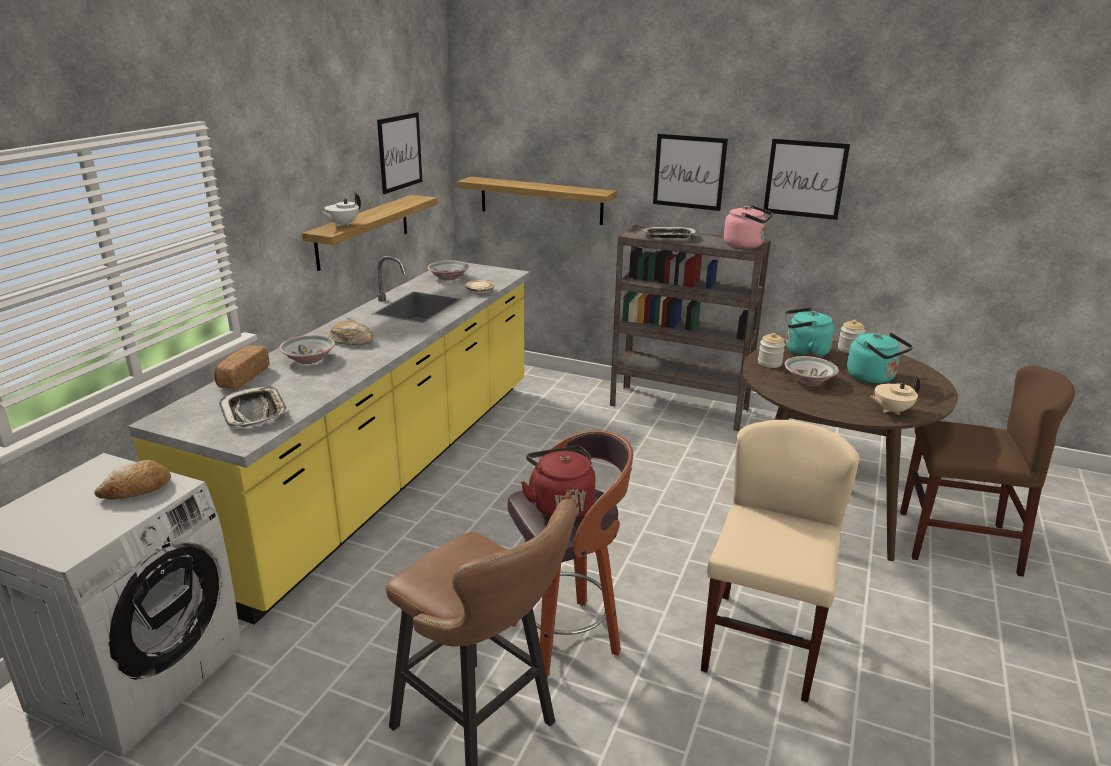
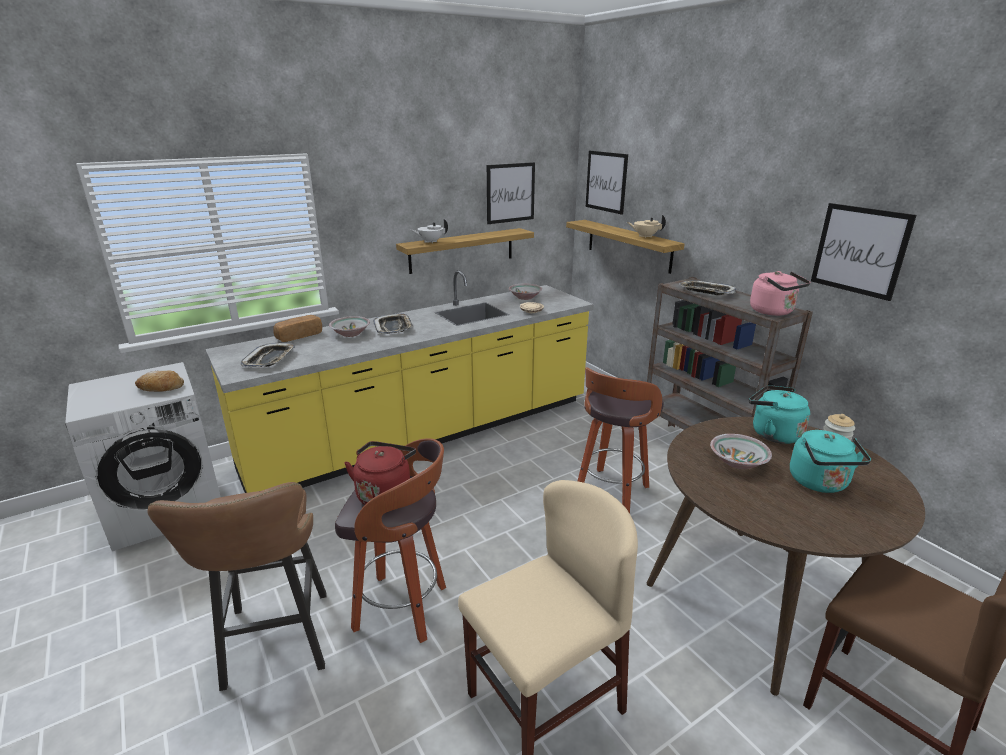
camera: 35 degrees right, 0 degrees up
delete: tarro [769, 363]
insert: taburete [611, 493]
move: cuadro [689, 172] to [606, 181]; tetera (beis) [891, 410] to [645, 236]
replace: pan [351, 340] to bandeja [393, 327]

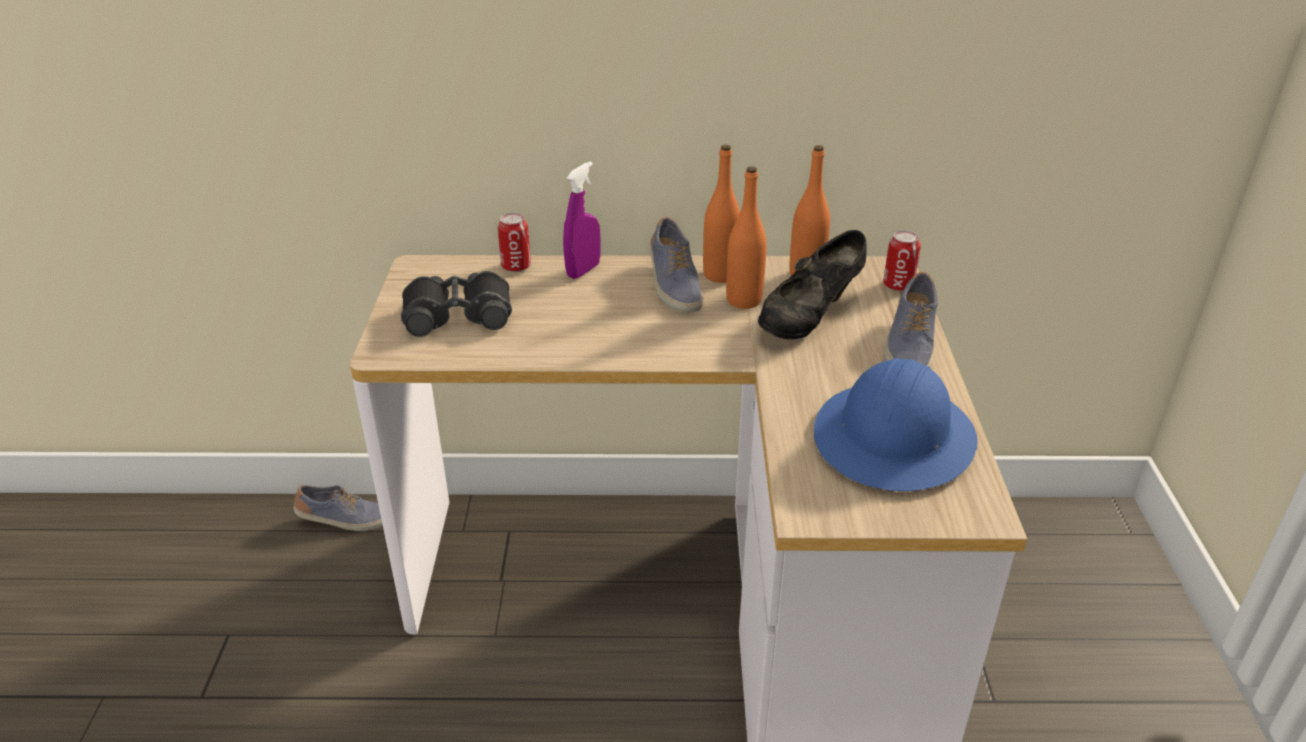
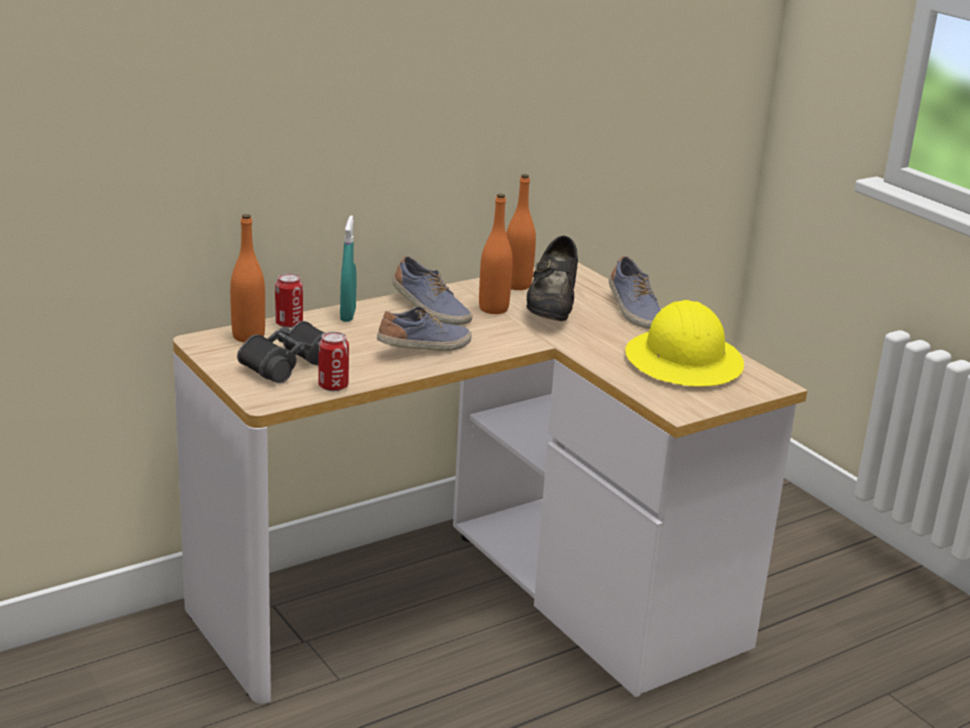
camera: 35 degrees left, 10 degrees down
move: botella (naranja) [720, 275] to [248, 337]; lata [898, 285] to [333, 386]; zapato [345, 520] to [425, 348]
recolor: pulverizador (morado) [583, 270] to pulverizador (turquesa) [348, 315]; casco (azul) [894, 439] to casco (amarillo) [684, 362]

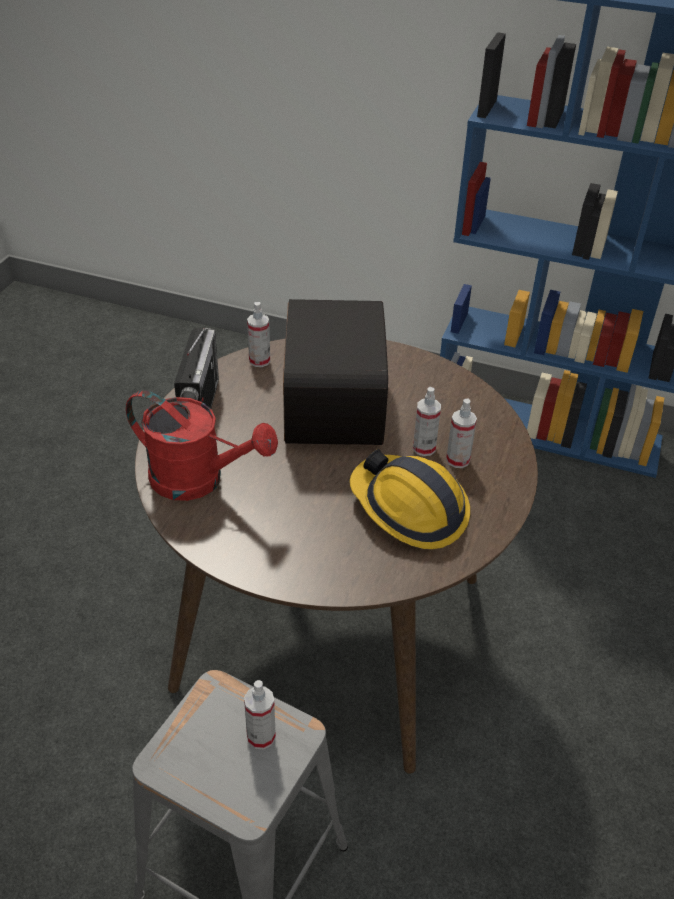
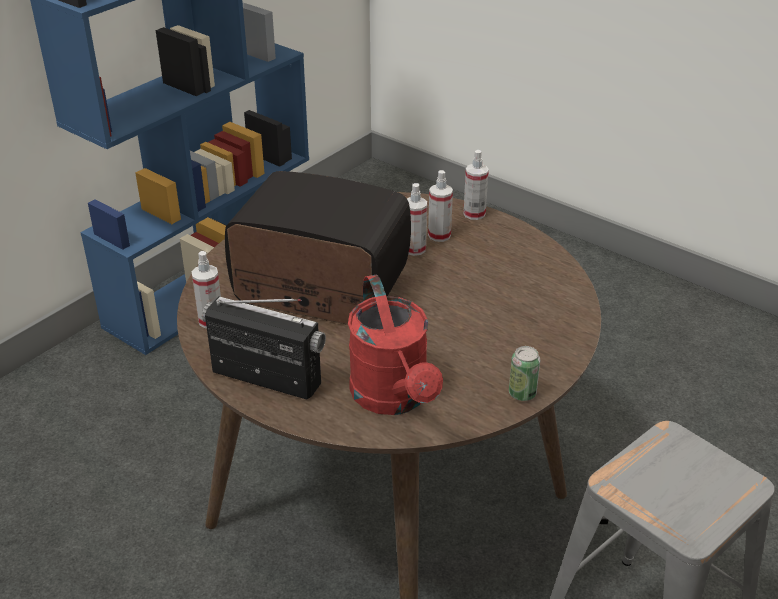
camera: 70 degrees left, 5 degrees down
delete: casco [409, 509]
insert: lata [522, 393]
move: pulverizador [261, 736] to [474, 214]
rotate: regadera (rojo) [199, 480] = [394, 398] 120 degrees clockwise

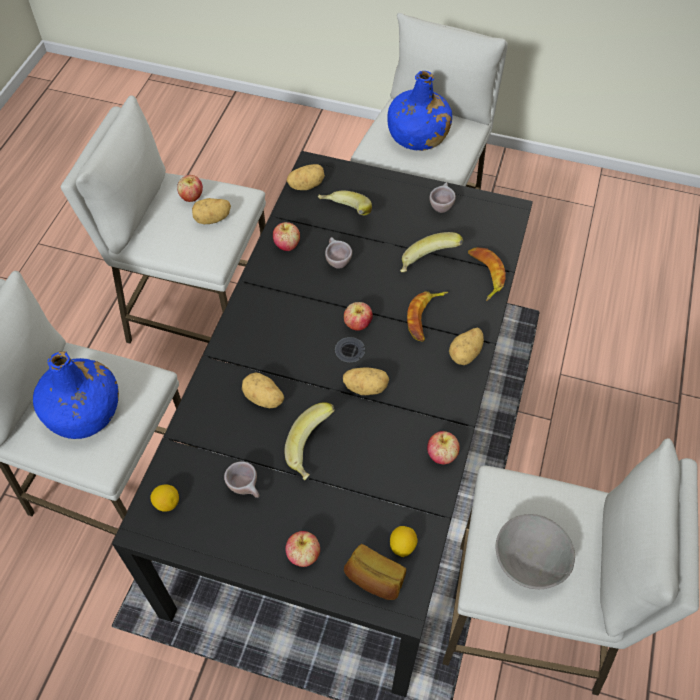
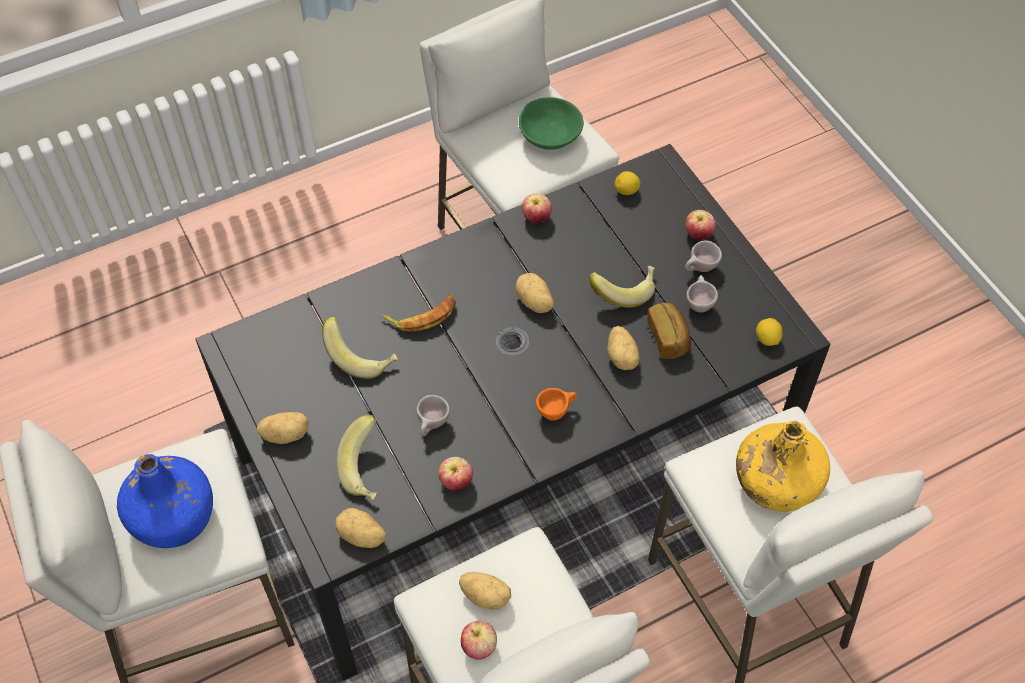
camera: 135 degrees left, 0 degrees up
delete: plátano [484, 275]; manzana [358, 324]
insert: taza (naranja) [556, 411]
move: taza (beis) [441, 206] to [700, 269]; patata [466, 354] to [286, 434]; pan [374, 579] to [668, 338]
recolor: botella (azul) [85, 412] to botella (amarillo) [776, 480]; cuenco (gris) [530, 560] to cuenco (verde) [550, 136]

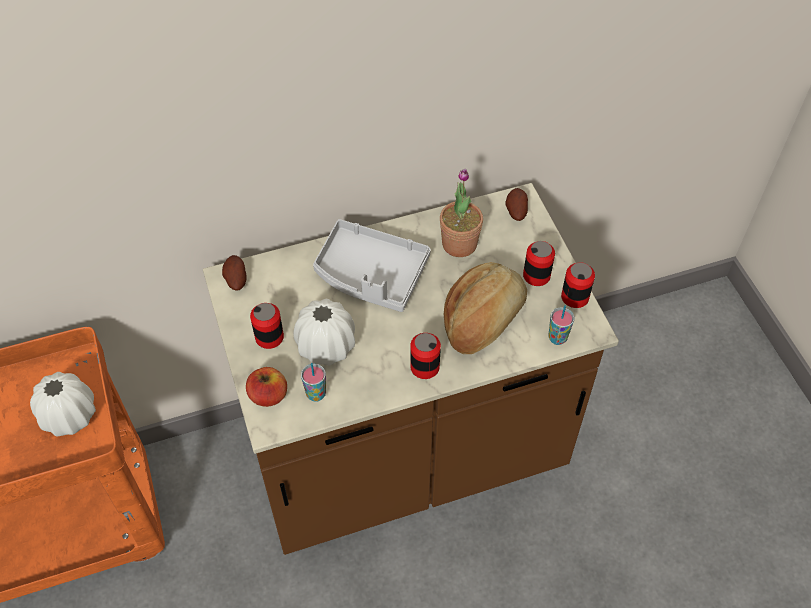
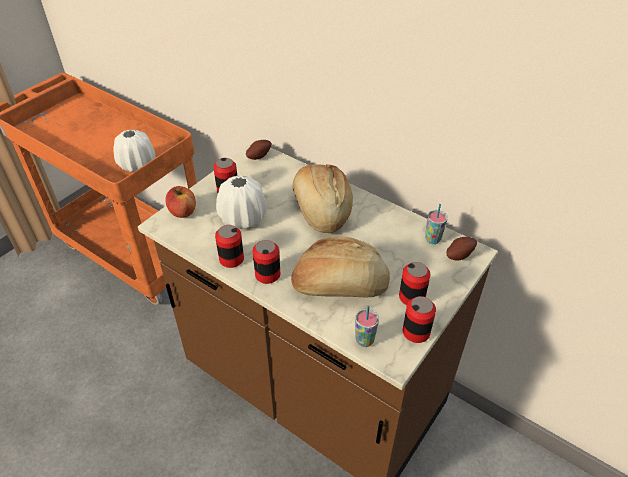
camera: 55 degrees right, 10 degrees down
delete: planta en maceta [459, 244]
insert: lata [231, 259]
move: taza [316, 394] to [432, 239]
replace: bandeja (gris) [370, 275] to pan [320, 209]

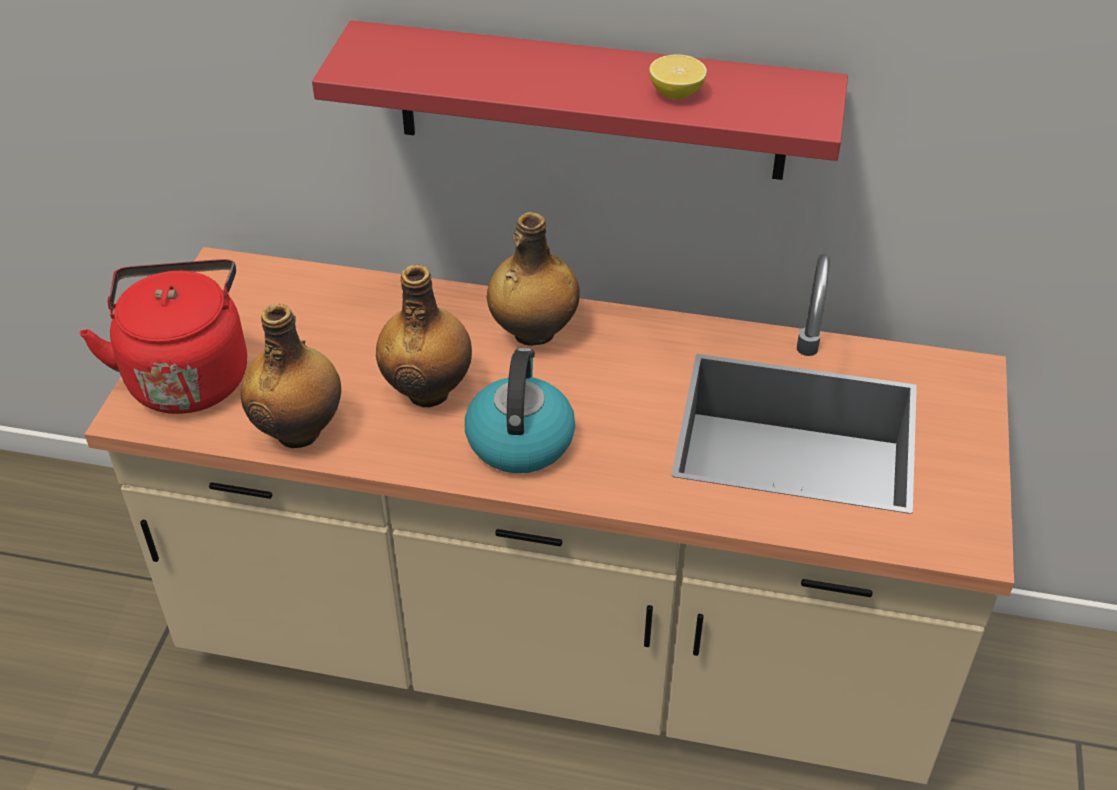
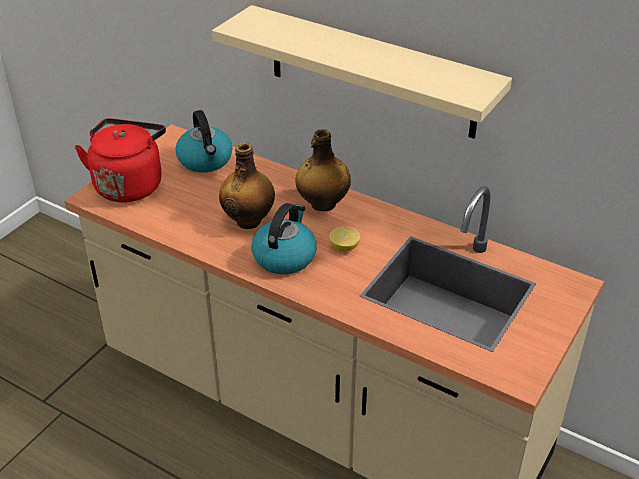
camera: 20 degrees right, 5 degrees down
delete: botella [300, 430]
insert: hervidor [205, 160]
move: limón [676, 93] to [344, 247]
recolor: estante (rojo) [591, 101] to estante (beis) [371, 72]

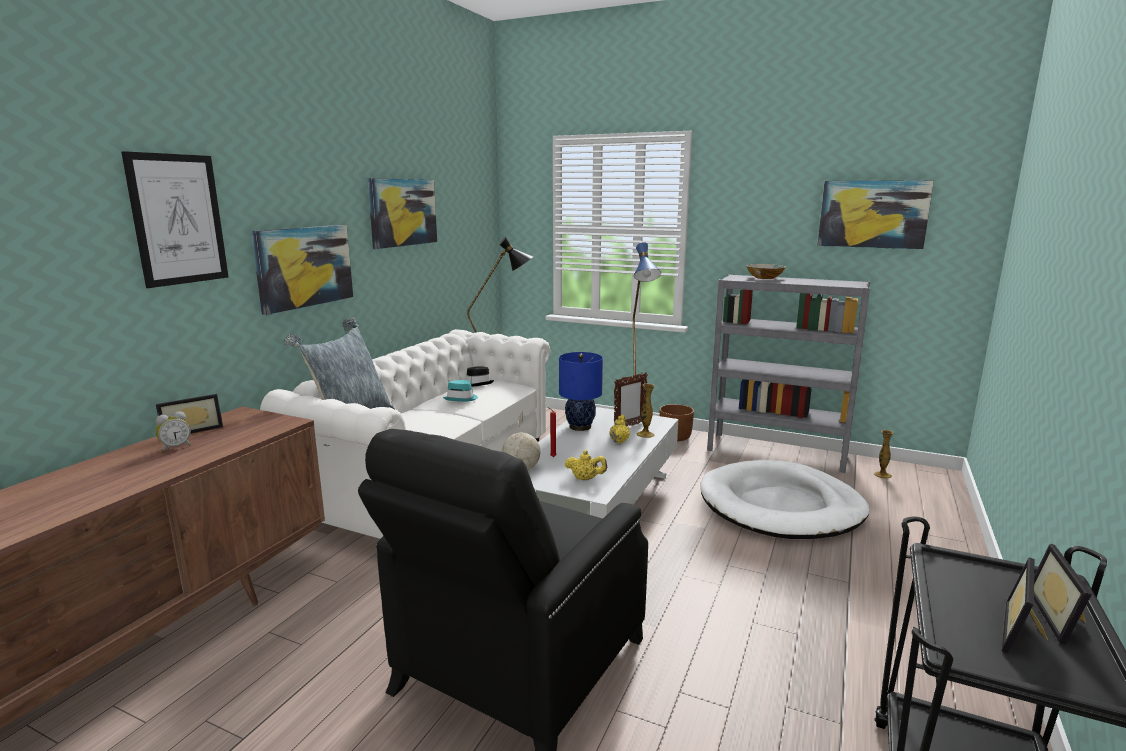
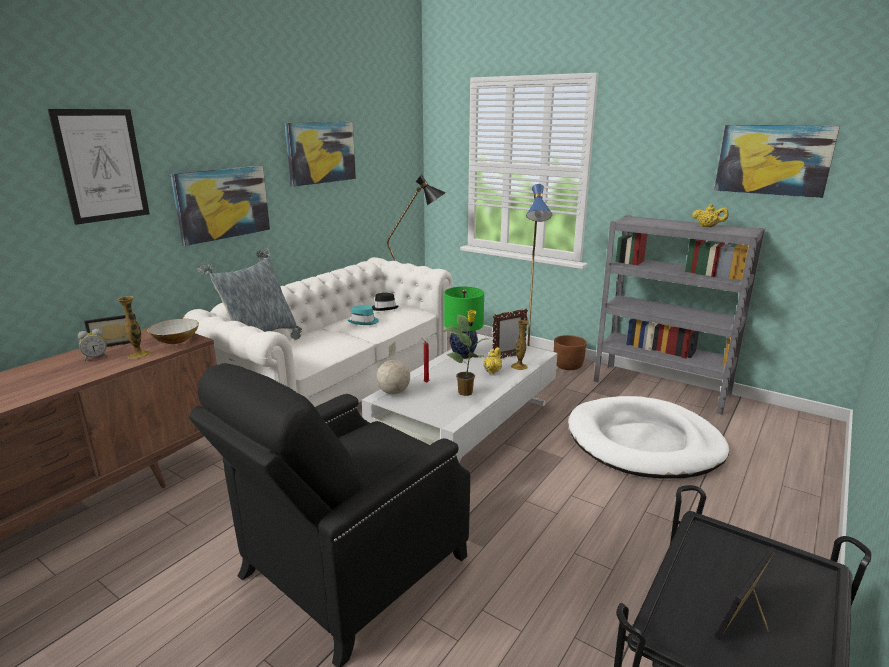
camera: 10 degrees right, 5 degrees up
delete: portarretratos [1062, 618]
insert: planta en maceta [466, 392]
move: cuenco [764, 278] to [175, 340]; florero [882, 475] to [139, 355]; tetera (amarillo) [585, 479] to [708, 227]
recolor: lámpara de mesa (azul) [580, 426] to lámpara de mesa (verde) [463, 354]

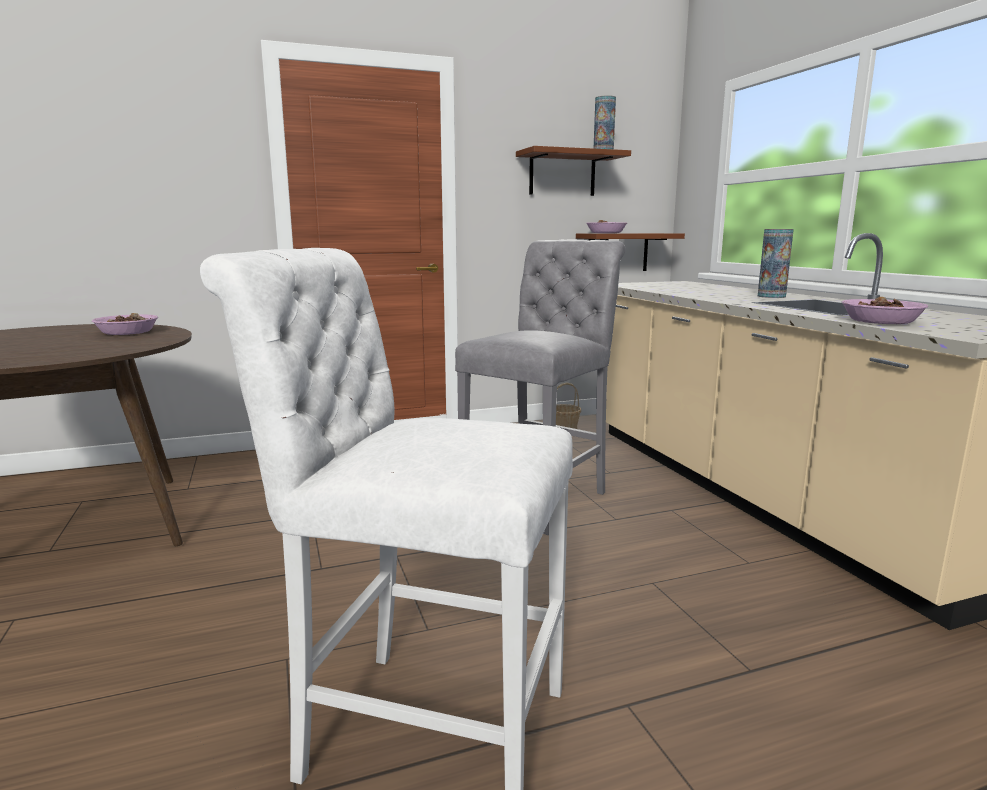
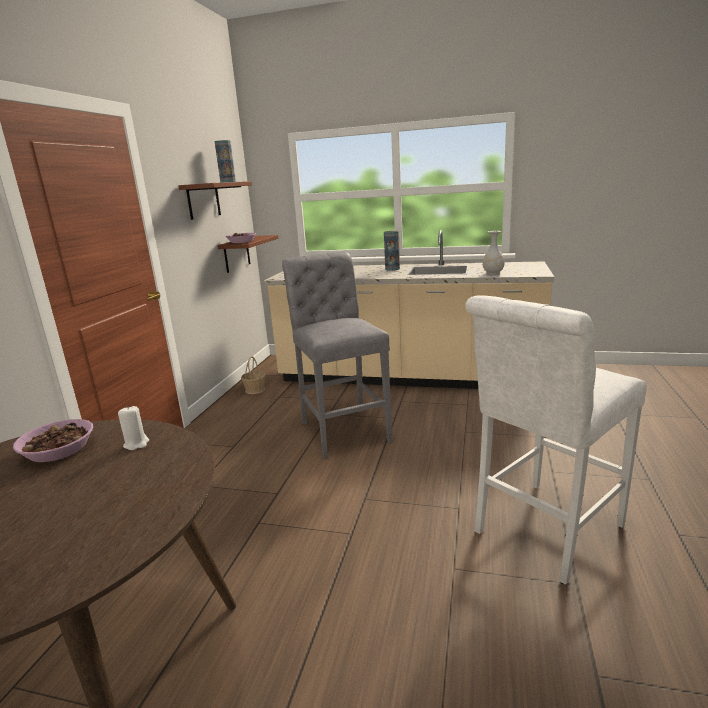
camera: 55 degrees left, 5 degrees up
insert: vela (blanco) [136, 444]
replace: cuenco [880, 321] to florero (blanco) [492, 273]

